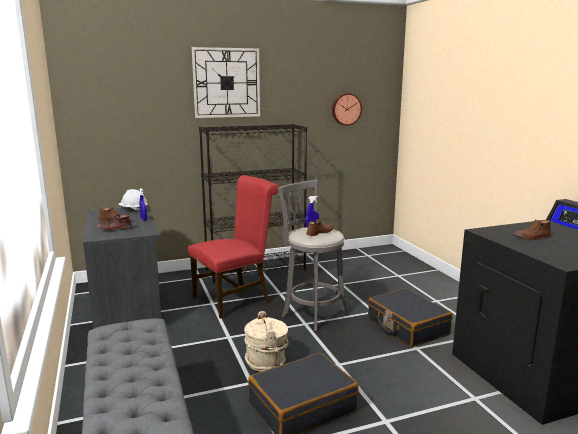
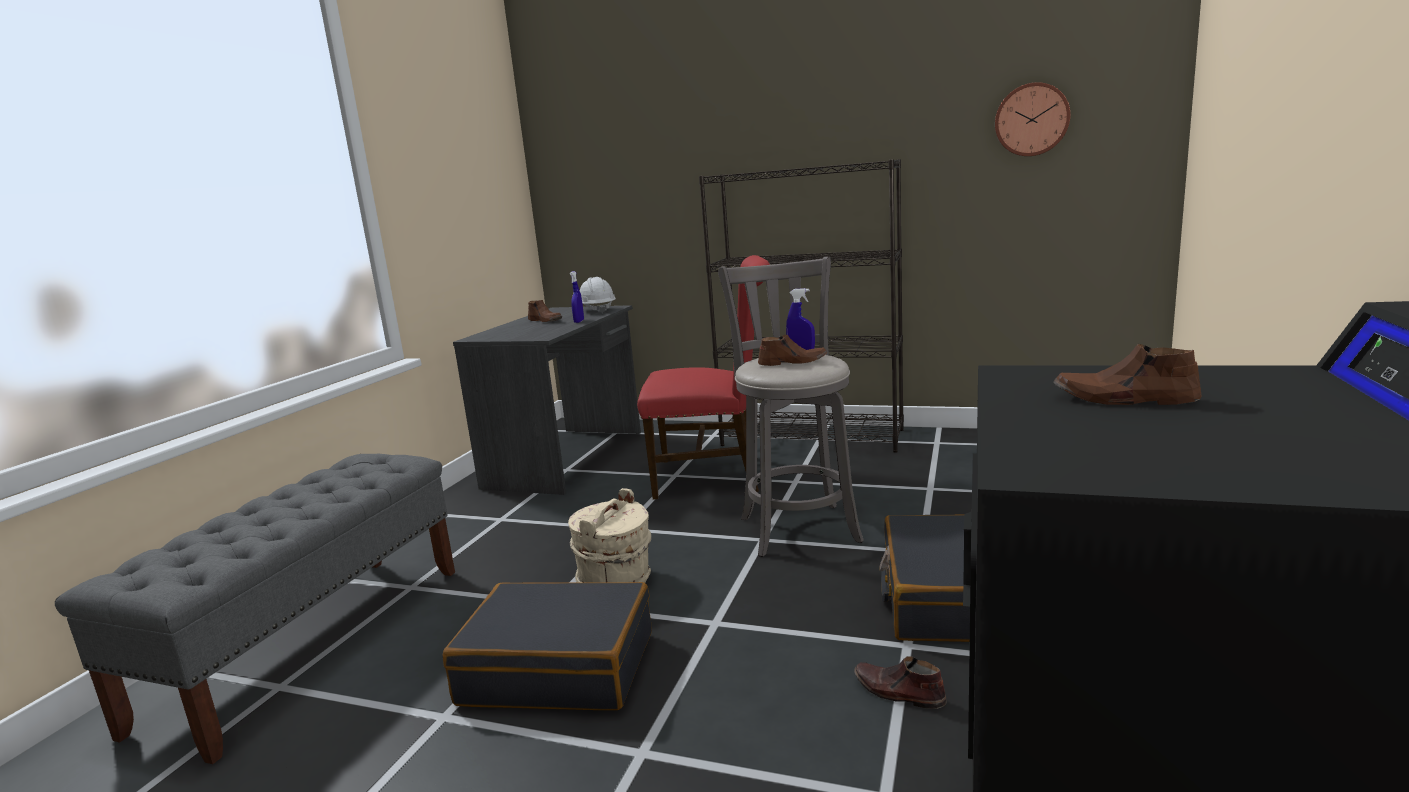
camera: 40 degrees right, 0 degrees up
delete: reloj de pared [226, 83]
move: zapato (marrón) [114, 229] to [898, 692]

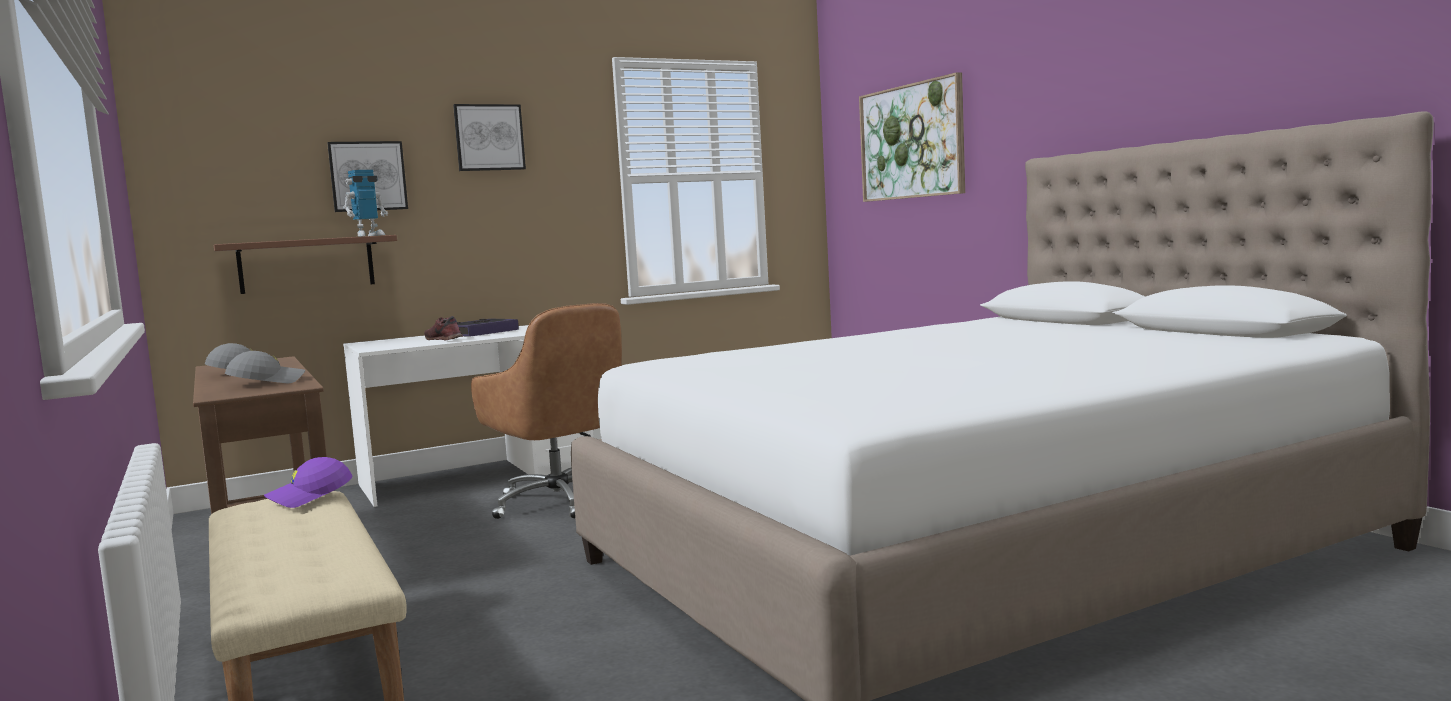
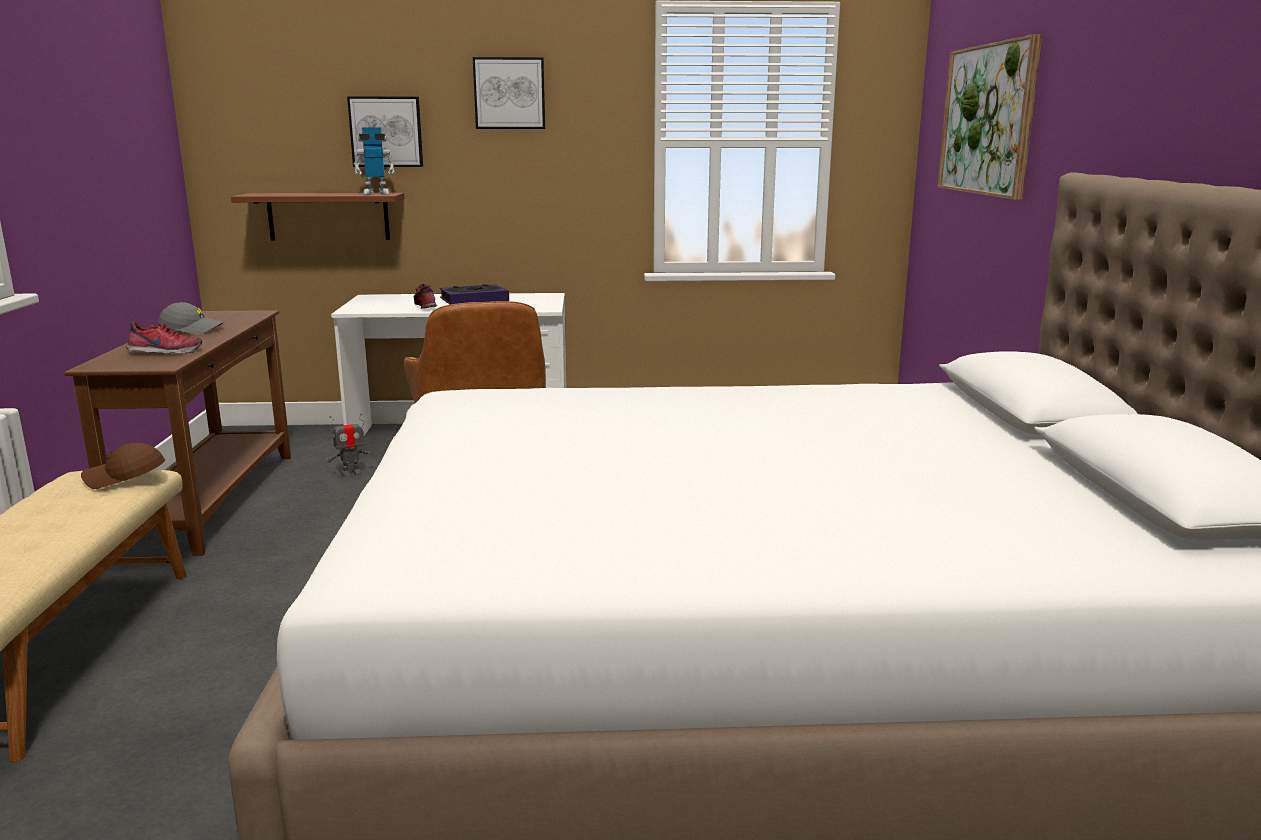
camera: 25 degrees right, 10 degrees up
insert: robot de juguete [351, 474]
replace: gorra (gris) [267, 382] to zapato [164, 352]
recolor: gorra (morado) [310, 497] to gorra (marrón) [124, 478]

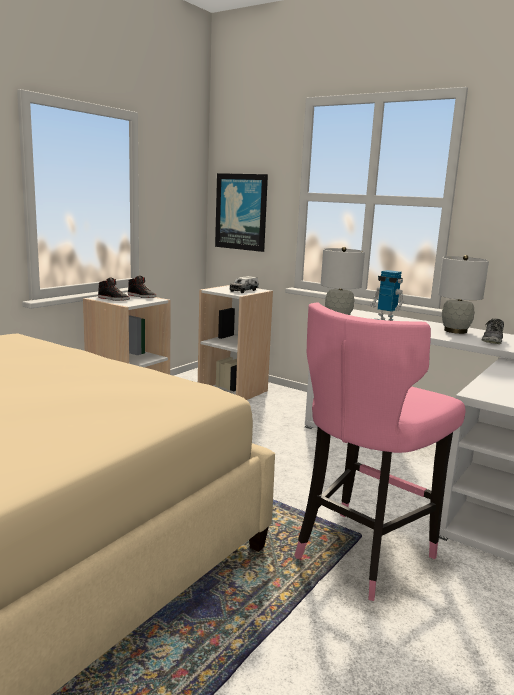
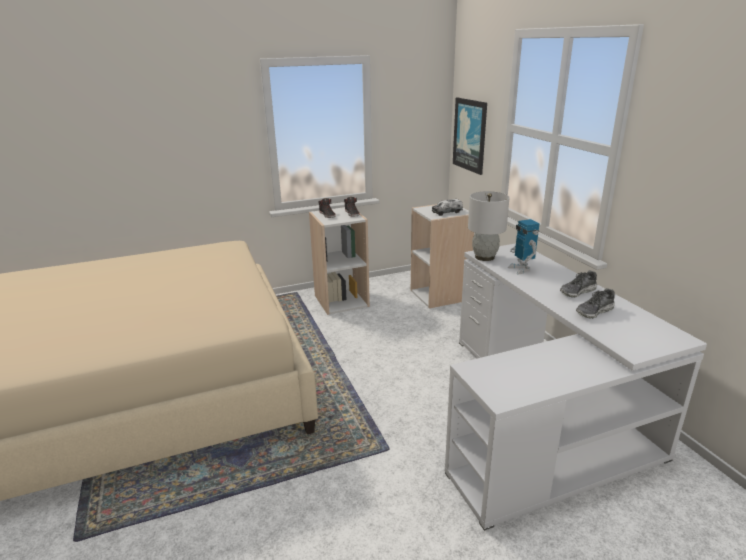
camera: 35 degrees right, 10 degrees up
delete: taburete (rosa) [362, 553]
replace: lámpara de mesa (blanco) [455, 331] to zapato [577, 291]

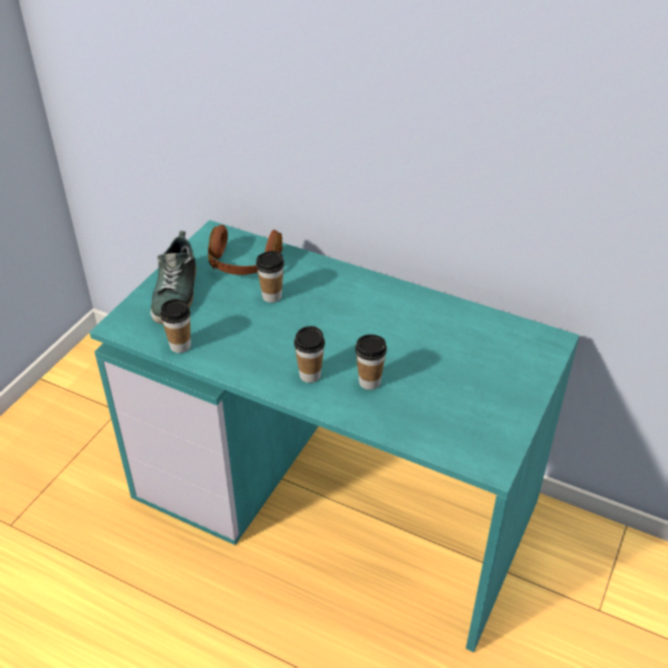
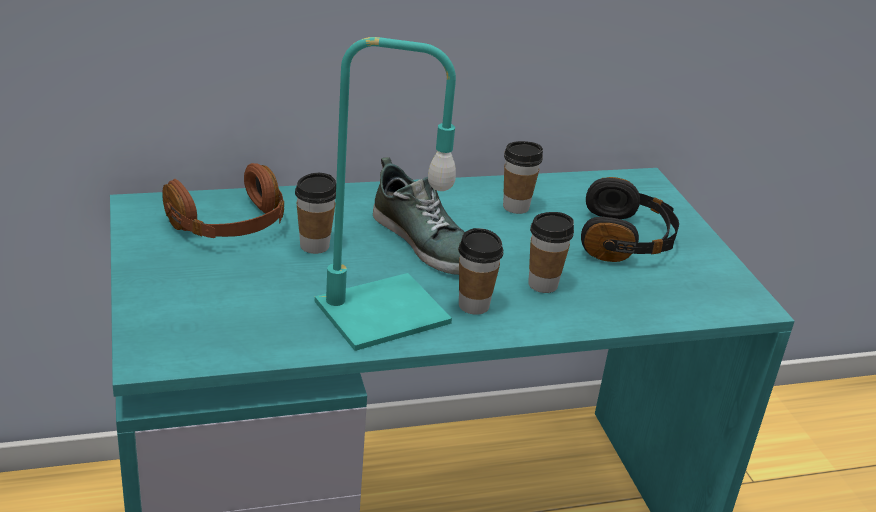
camera: 45 degrees left, 10 degrees down
insert: lámpara de mesa (turquesa) [380, 314]; auriculares (negro) [626, 240]
move: zapato [176, 293] to [425, 240]; taza [180, 346] to [516, 207]

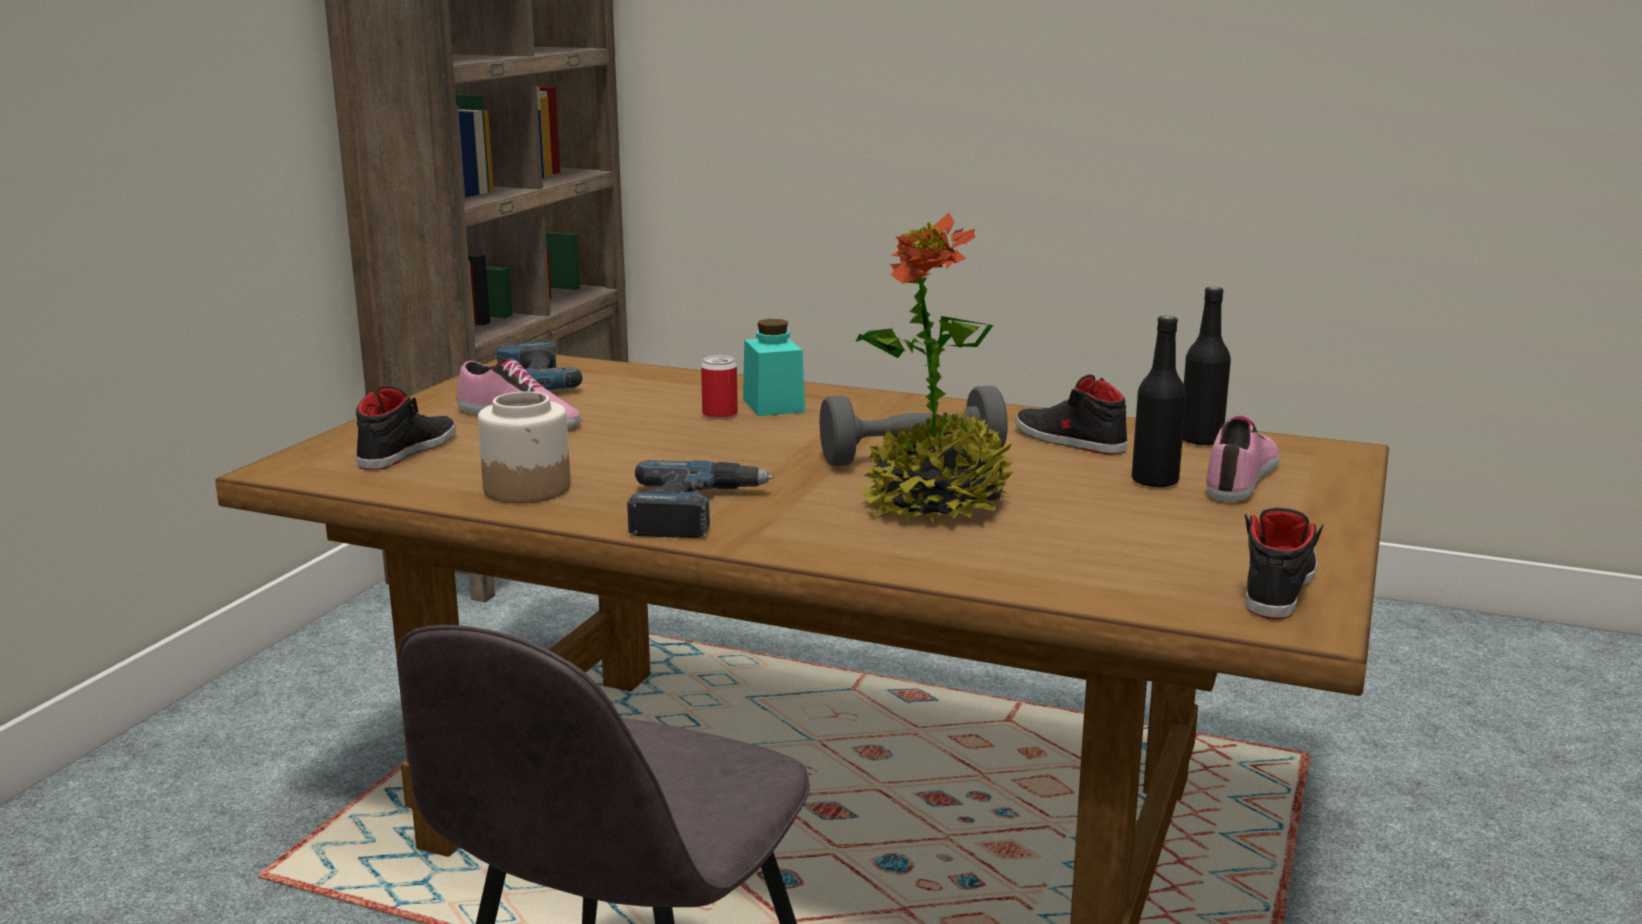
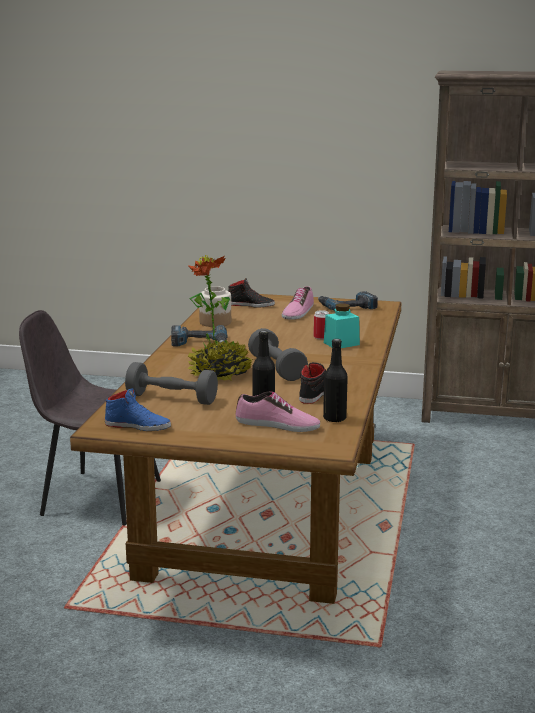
camera: 80 degrees right, 0 degrees up
insert: mancuerna (gris) [172, 399]
recolor: zapato (negro) [1278, 587] to zapato (azul) [138, 426]

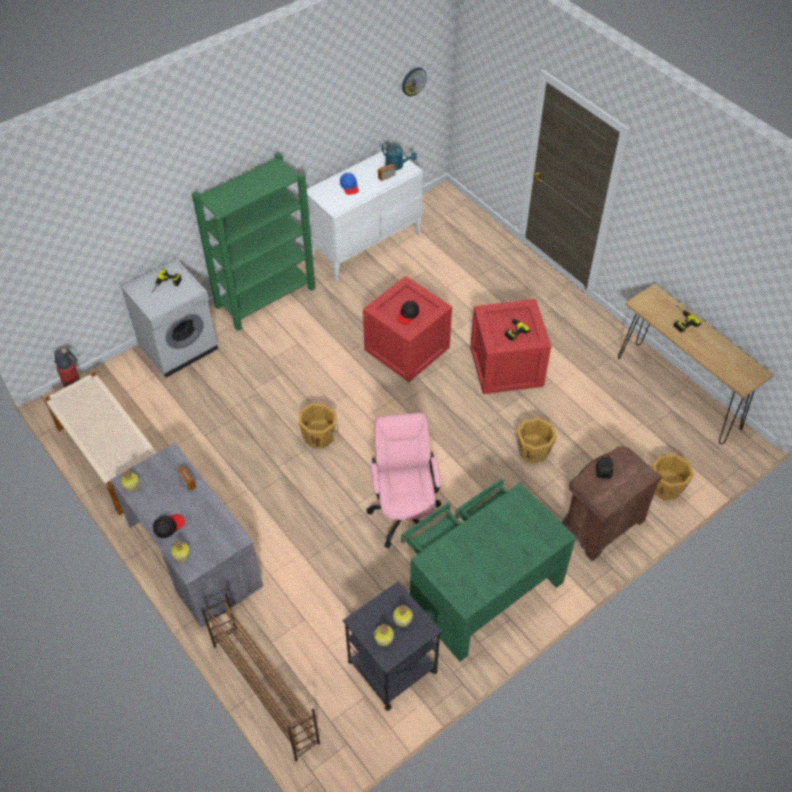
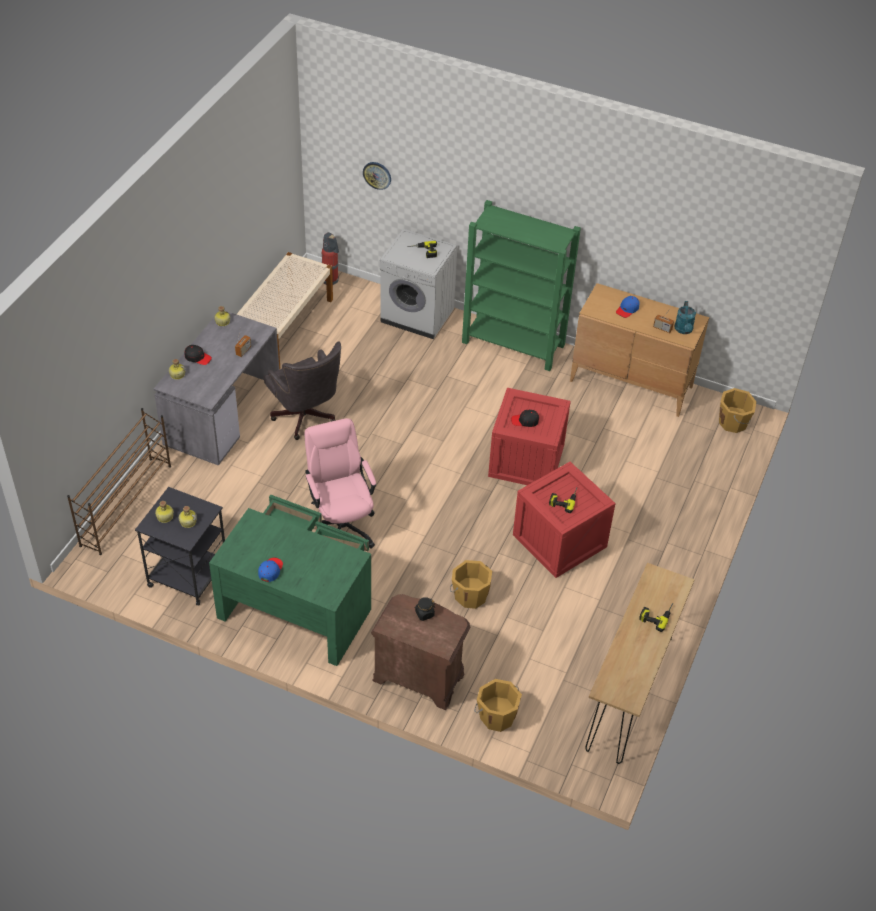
camera: 60 degrees right, 5 degrees down
insert: silla de oficina (gris) [305, 419]; gorra (azul) [270, 570]
move: reloj de pared [413, 81] to [377, 175]; cubo (naranja) [319, 436] to [733, 423]
recolor: armario (blanco) [366, 245] to armario (marrón) [631, 384]
rotate: silla de oficina (rosa) [404, 514] = [341, 527] 75 degrees counterclockwise

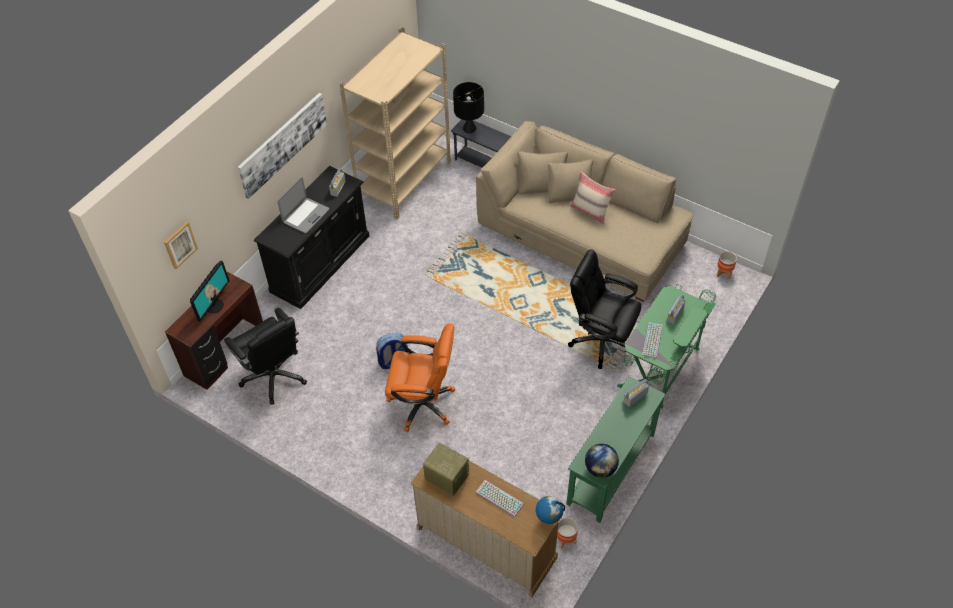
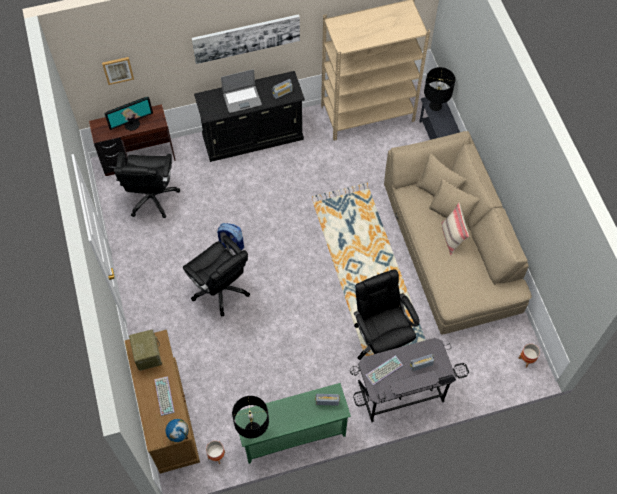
camera: 40 degrees right, 10 degrees up
replace: globo terráqueo [600, 468] to lámpara de mesa (negro) [253, 430]
recolor: escritorio (verde) [661, 369] to escritorio (negro) [401, 393]; silla de oficina (naranja) [422, 403] to silla de oficina (negro) [220, 289]

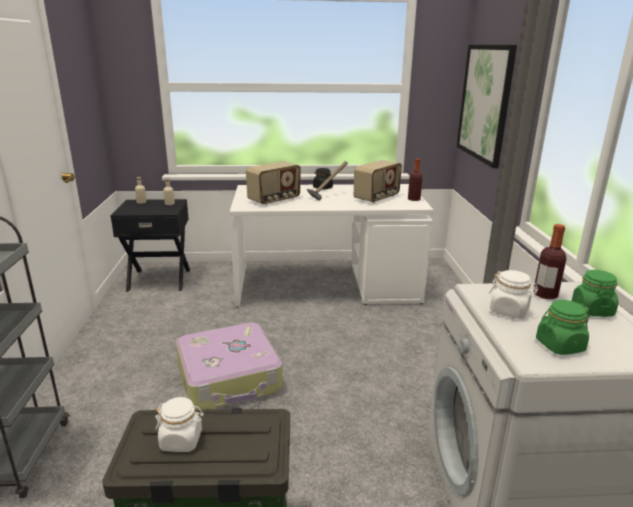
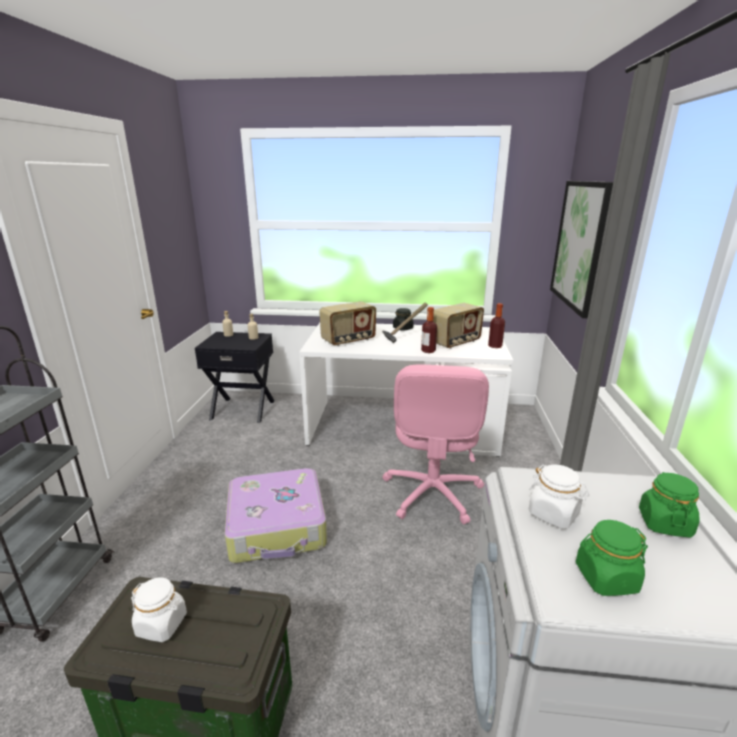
camera: 10 degrees right, 0 degrees up
insert: silla de oficina (rosa) [432, 492]
move: botella [545, 295] to [428, 351]

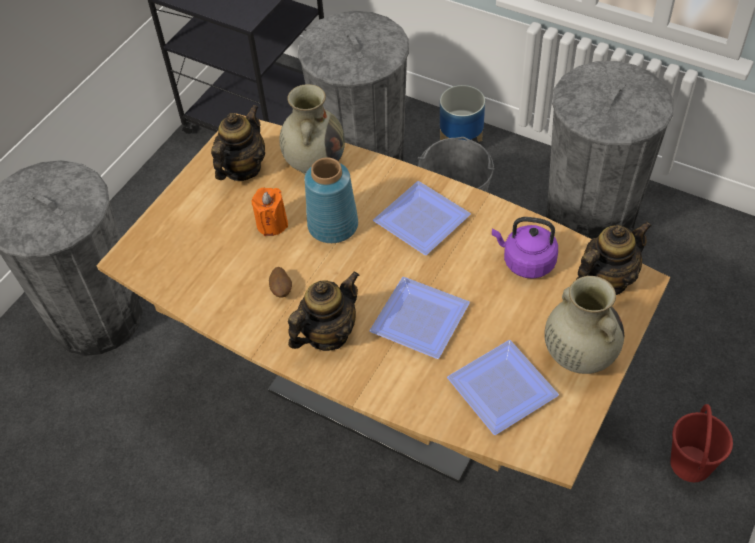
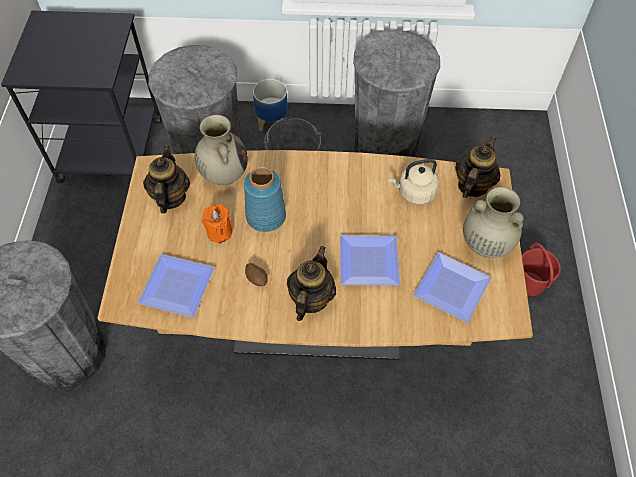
camera: 30 degrees left, 5 degrees up
move: plato [418, 220] to [174, 288]
recolor: hervidor (morado) [526, 262] to hervidor (beis) [414, 193]

